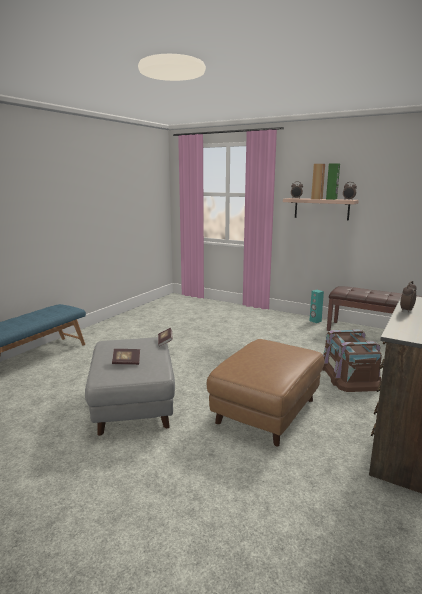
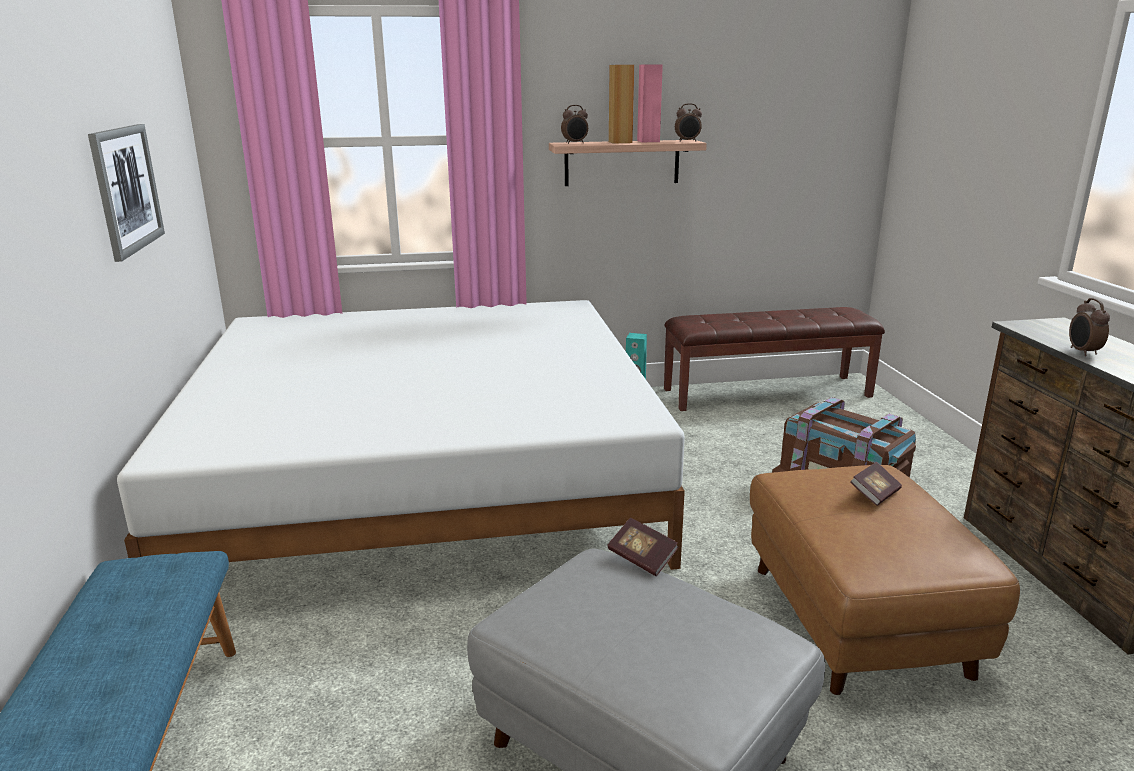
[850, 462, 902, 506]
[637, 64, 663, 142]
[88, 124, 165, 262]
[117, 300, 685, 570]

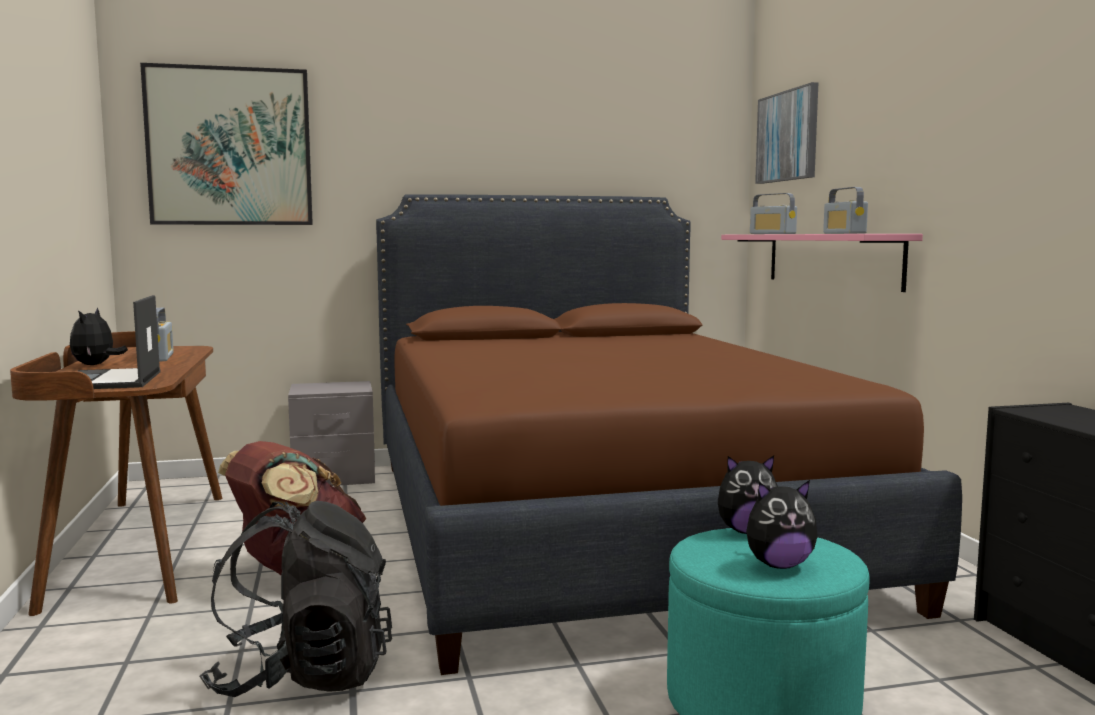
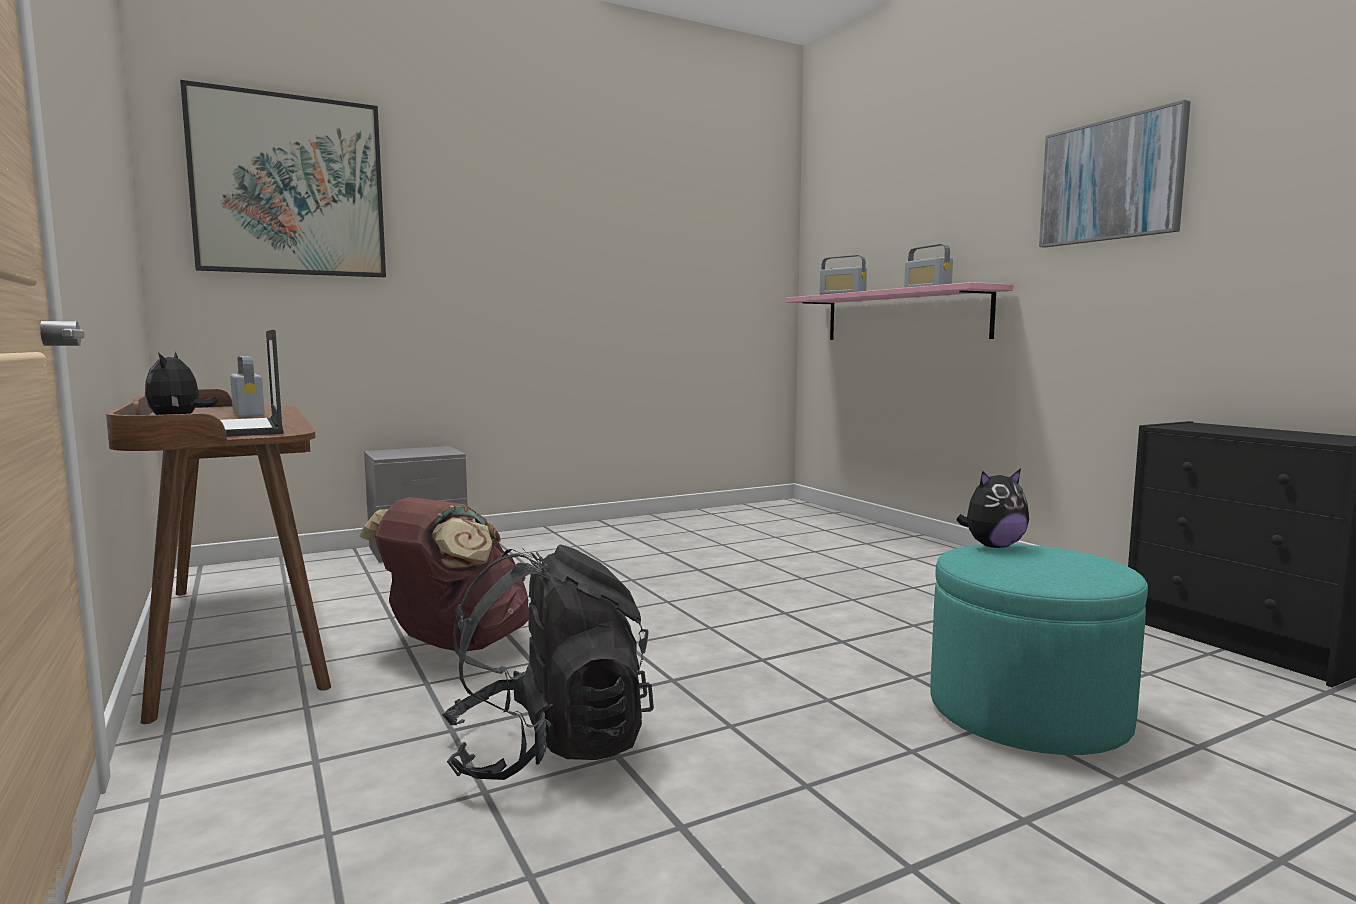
[376, 194, 962, 675] (first image)
[746, 480, 818, 569] (first image)
[1039, 100, 1191, 248]

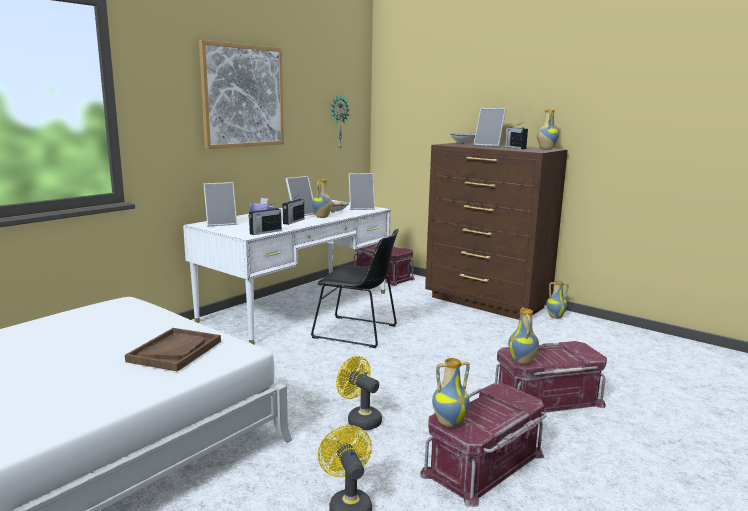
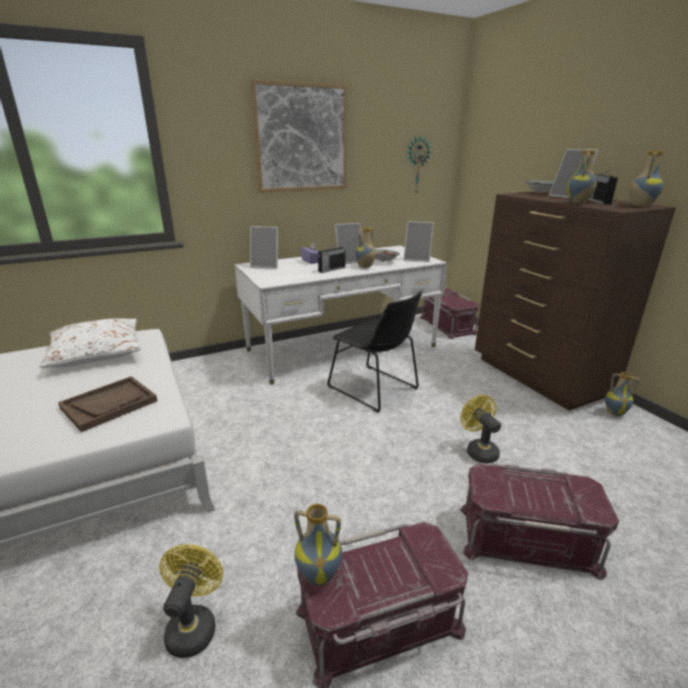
[249, 203, 282, 235] (first image)
[460, 395, 501, 464]
[567, 150, 597, 204]
[39, 318, 141, 368]

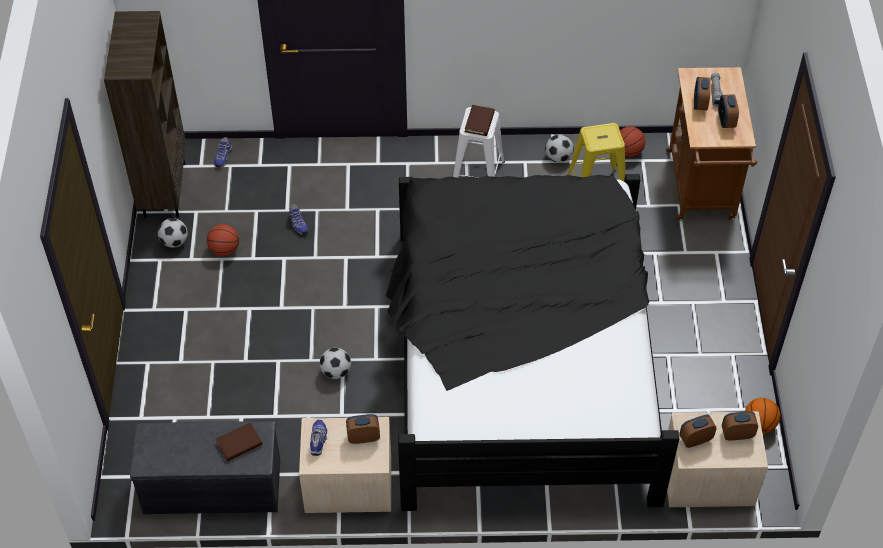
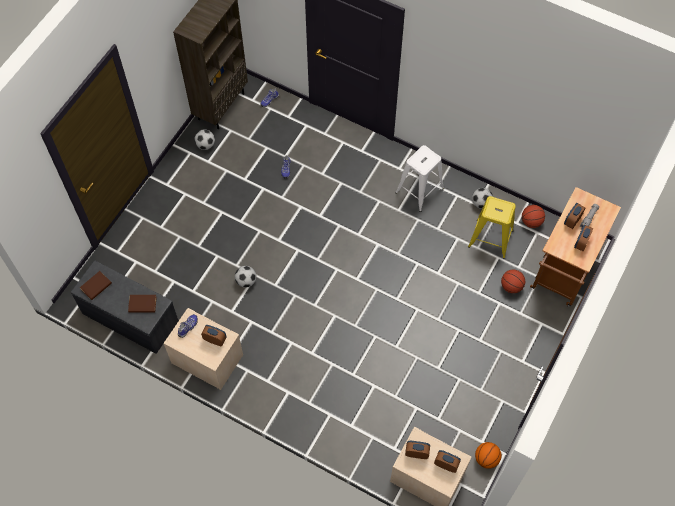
[501, 269, 525, 293]
[386, 174, 679, 511] (first image)
[80, 271, 112, 300]

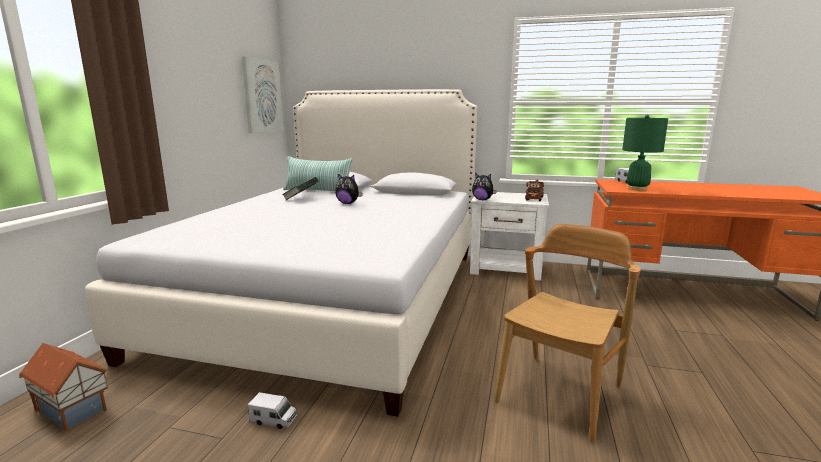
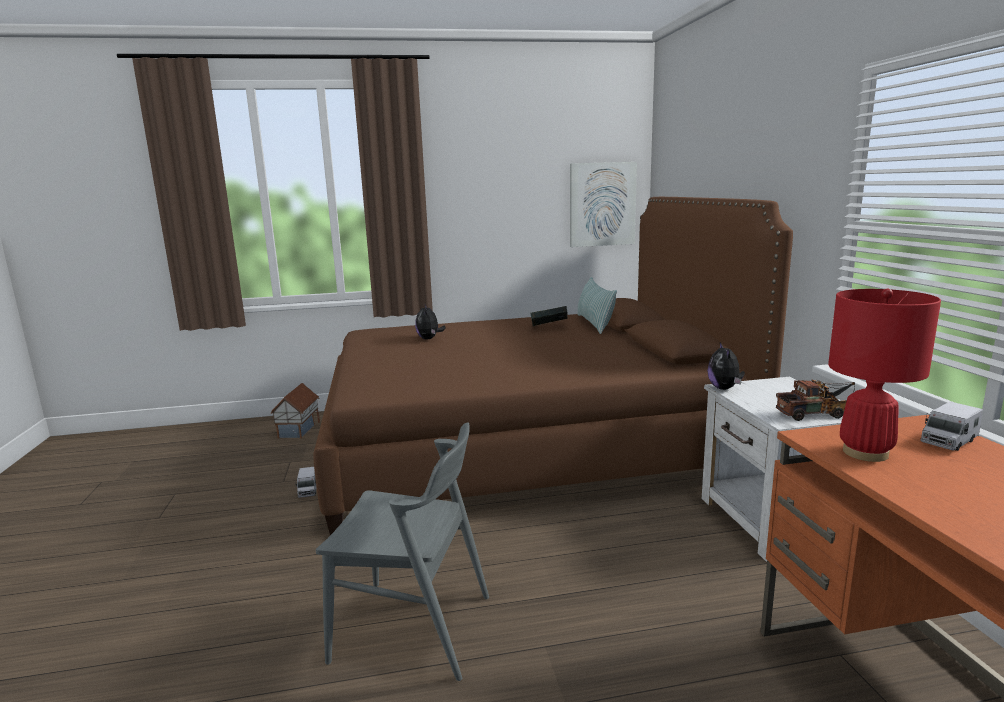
[313, 197, 793, 535]
[415, 305, 446, 339]
[316, 422, 489, 681]
[828, 289, 941, 462]

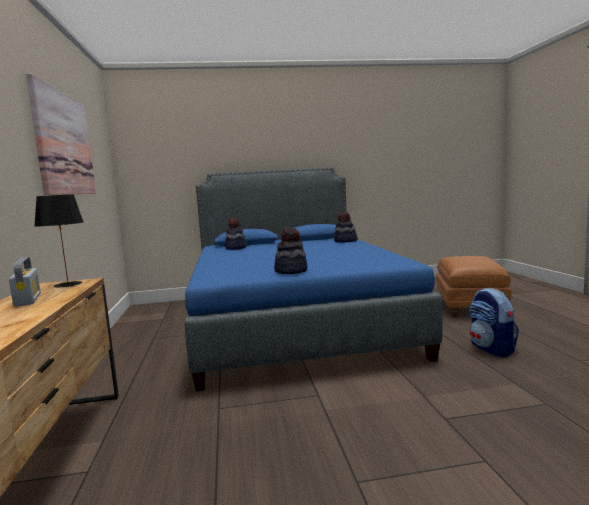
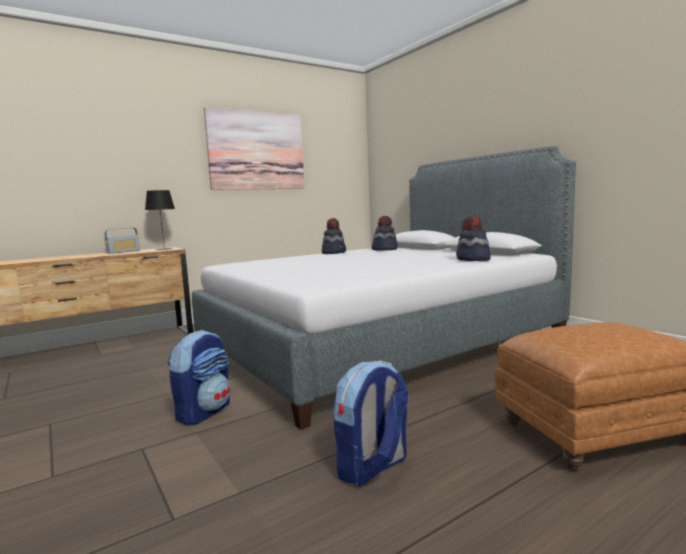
[192, 146, 576, 430]
[322, 218, 346, 254]
[168, 330, 230, 426]

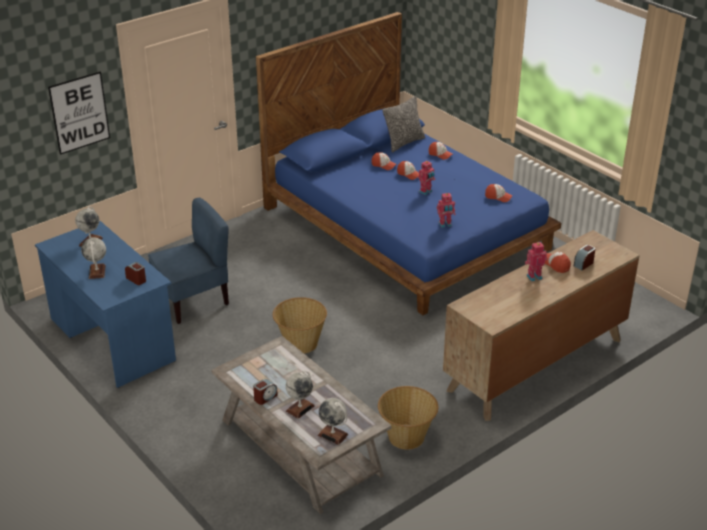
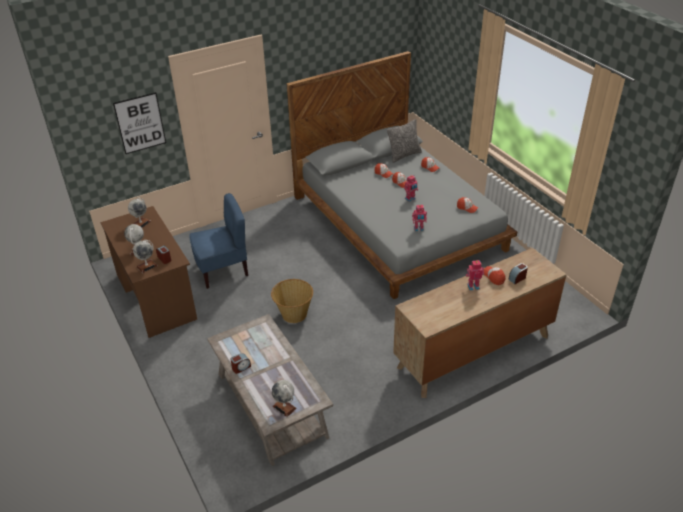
[100, 206, 197, 338]
[286, 51, 517, 299]
[133, 240, 158, 273]
[378, 386, 438, 450] (first image)

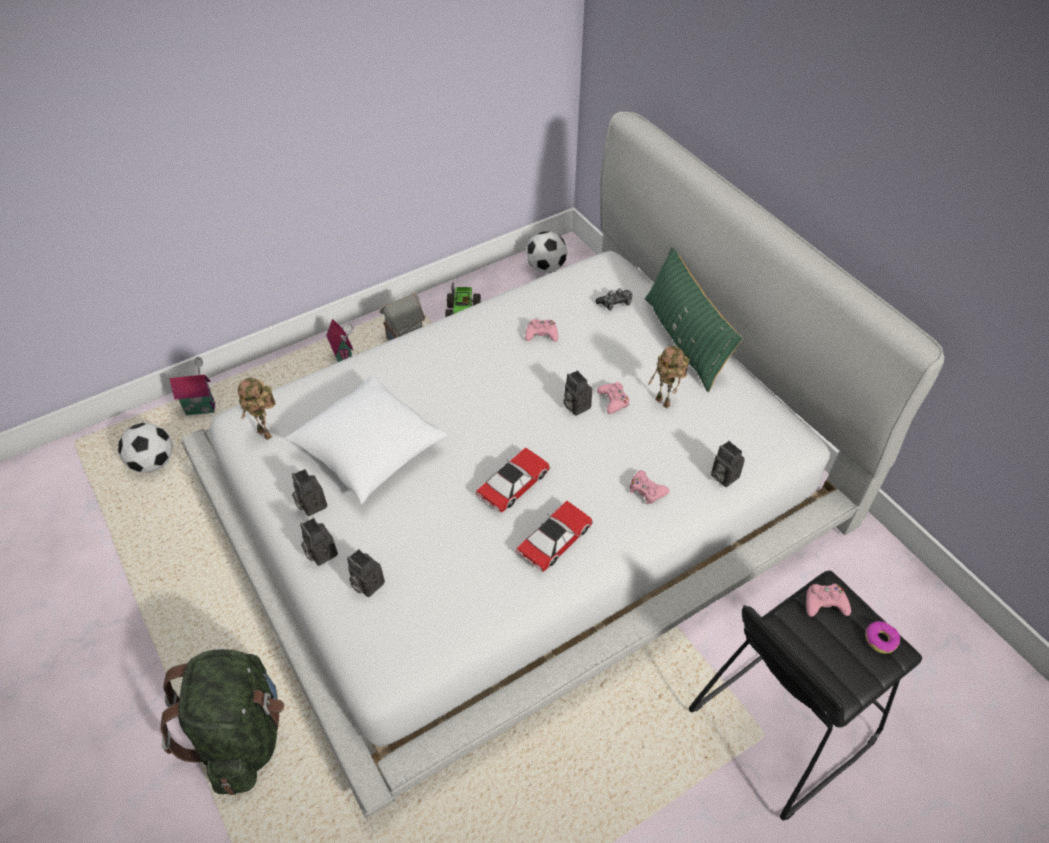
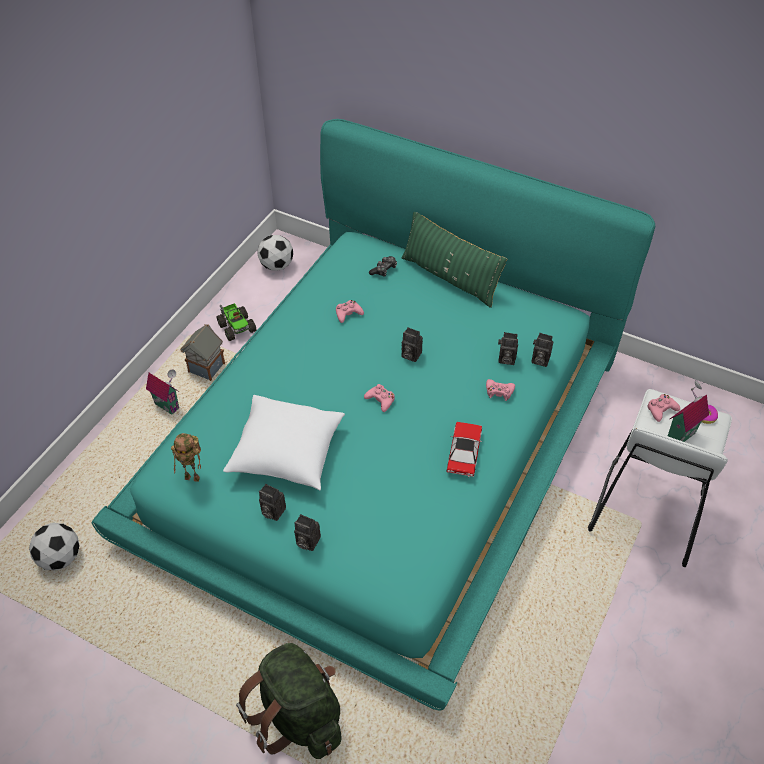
[668, 380, 709, 442]
[92, 119, 655, 710]
[498, 332, 518, 365]
[476, 447, 551, 513] (first image)
[364, 384, 395, 412]
[648, 346, 689, 408] (first image)
[588, 389, 732, 567]

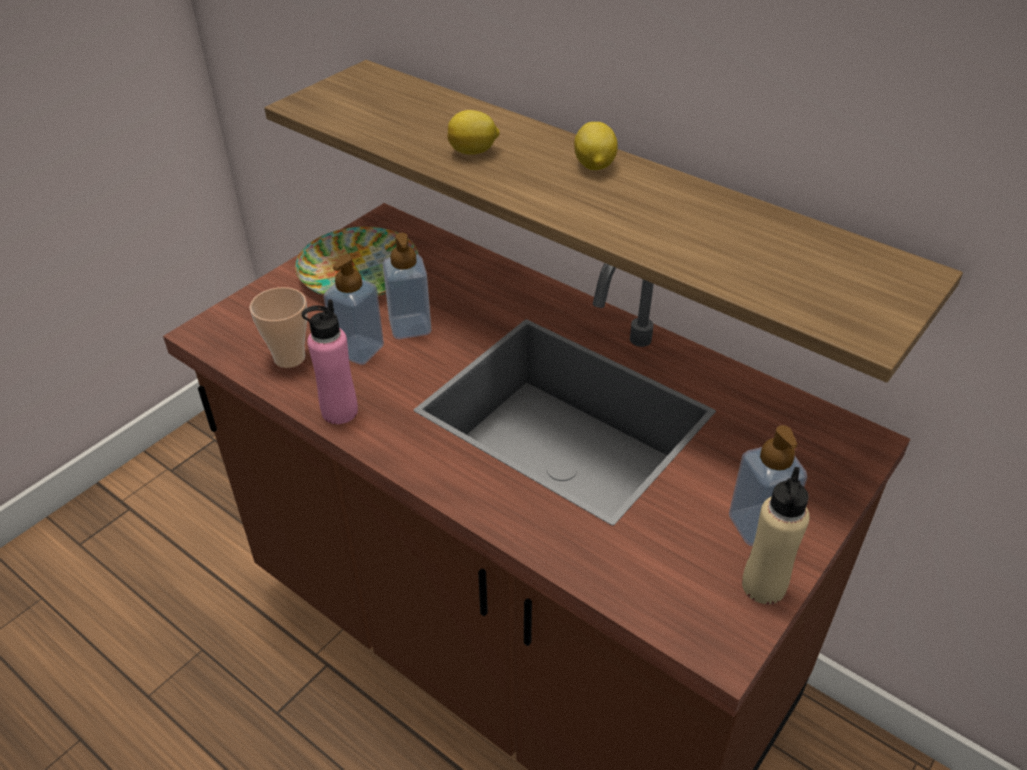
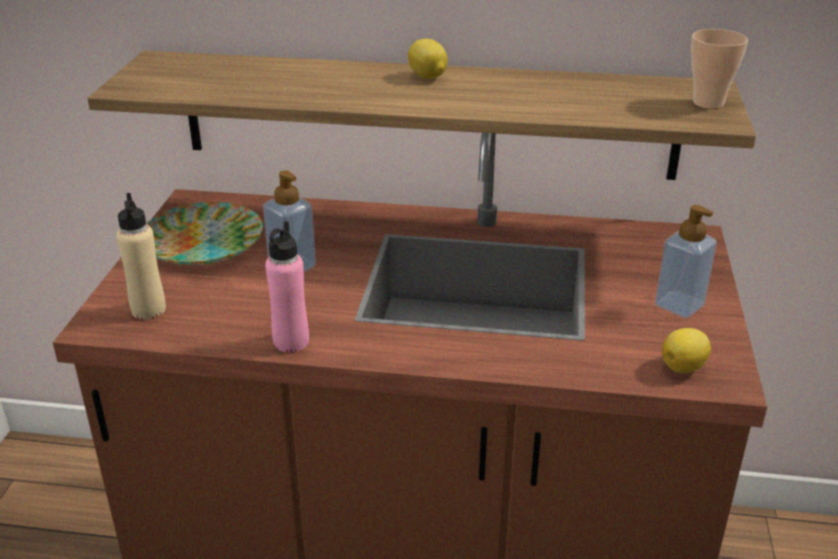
[691, 29, 748, 109]
[323, 255, 384, 365] (first image)
[662, 328, 711, 373]
[116, 193, 166, 319]

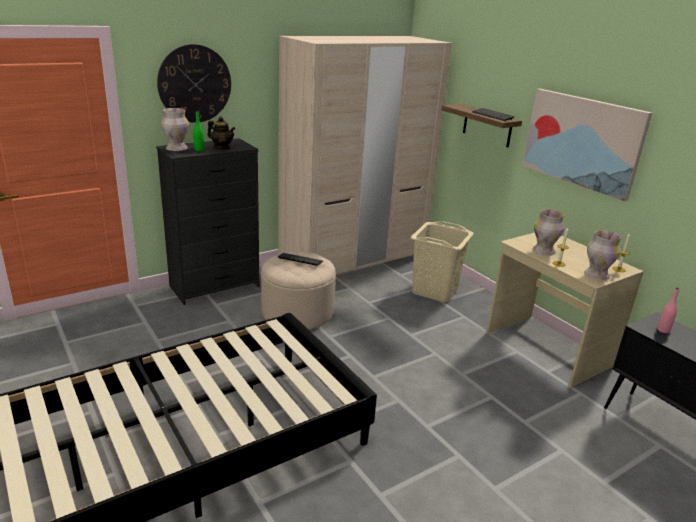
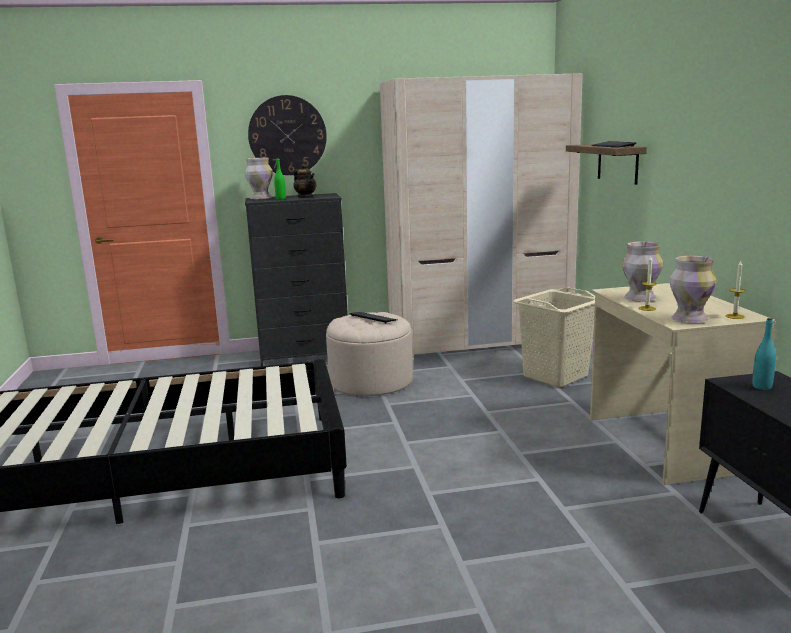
[522, 89, 652, 201] (first image)
[752, 318, 776, 390]

